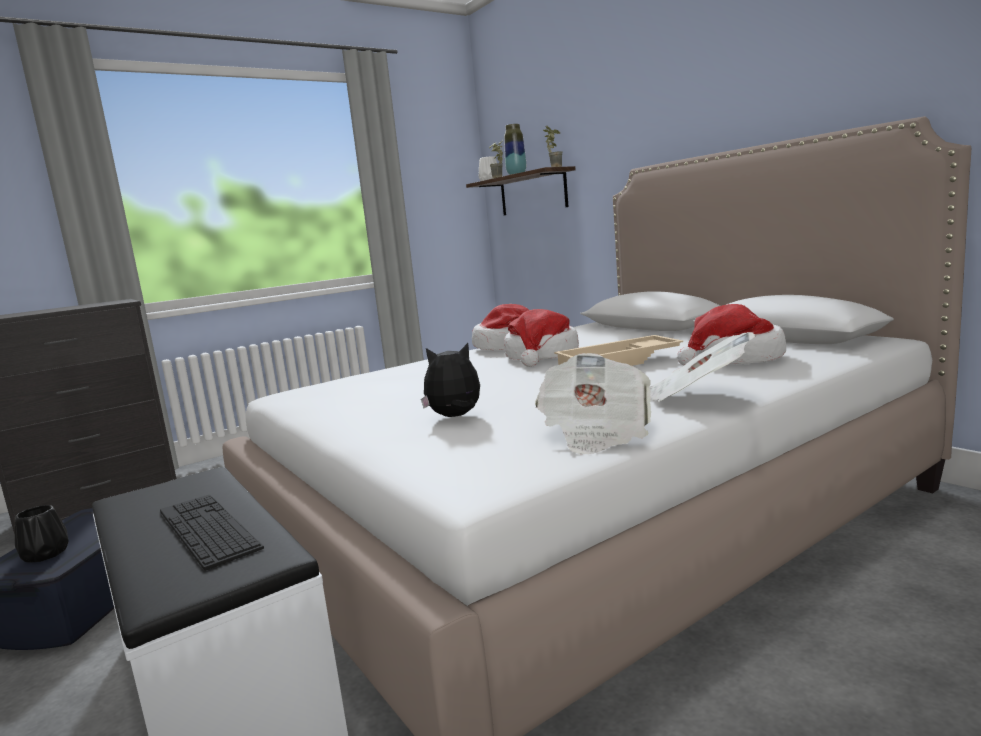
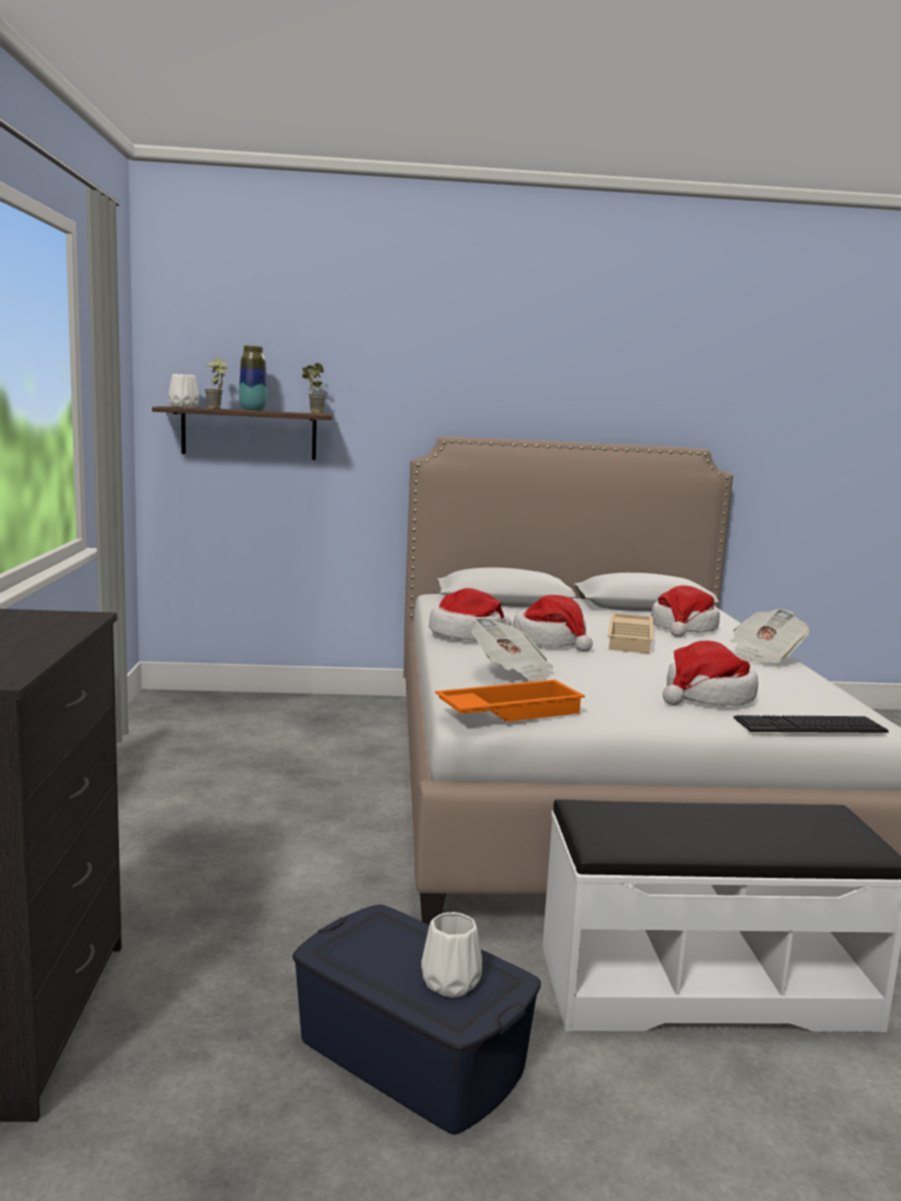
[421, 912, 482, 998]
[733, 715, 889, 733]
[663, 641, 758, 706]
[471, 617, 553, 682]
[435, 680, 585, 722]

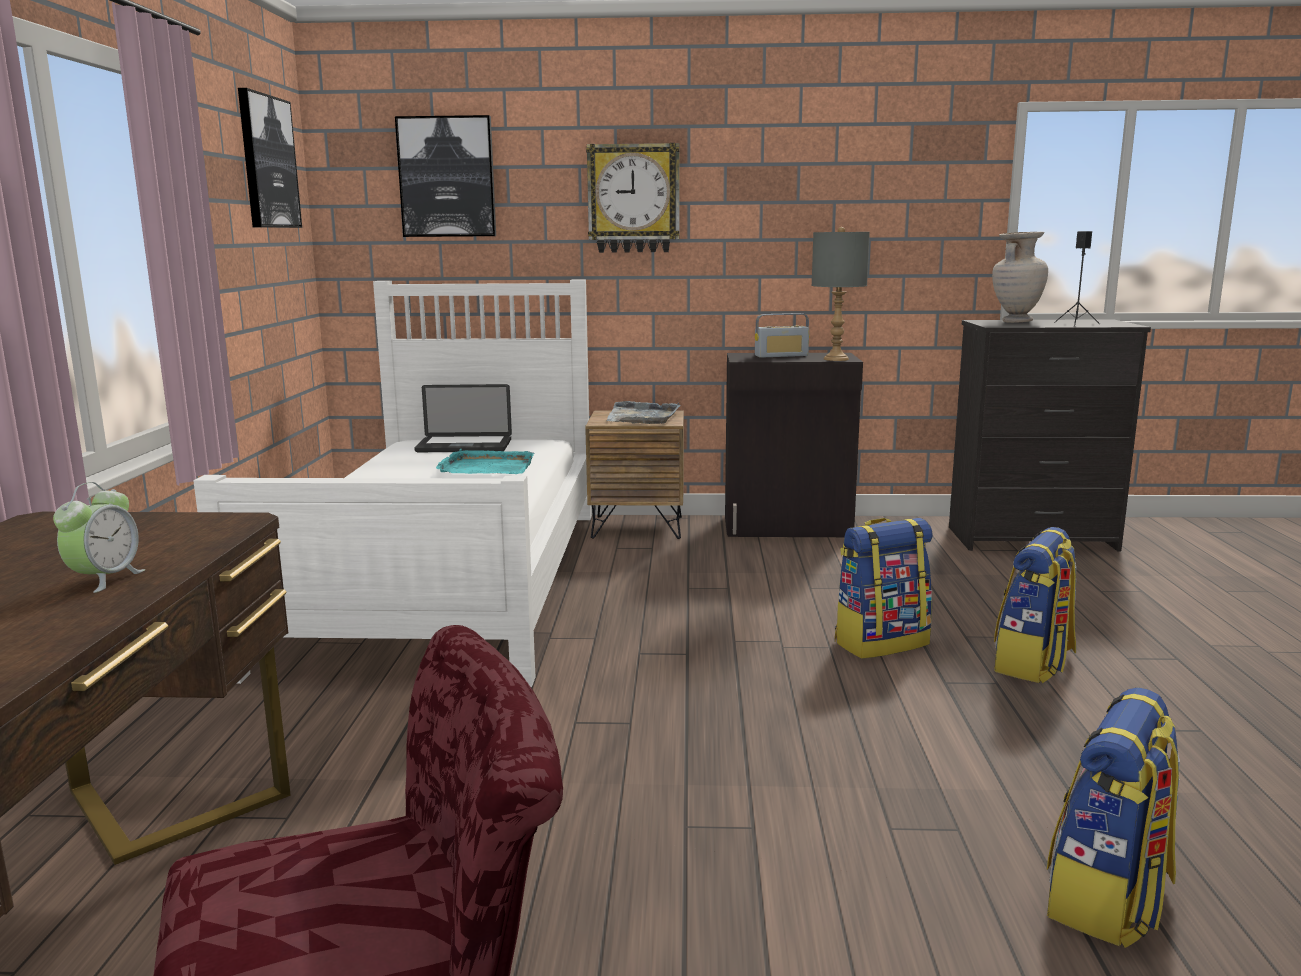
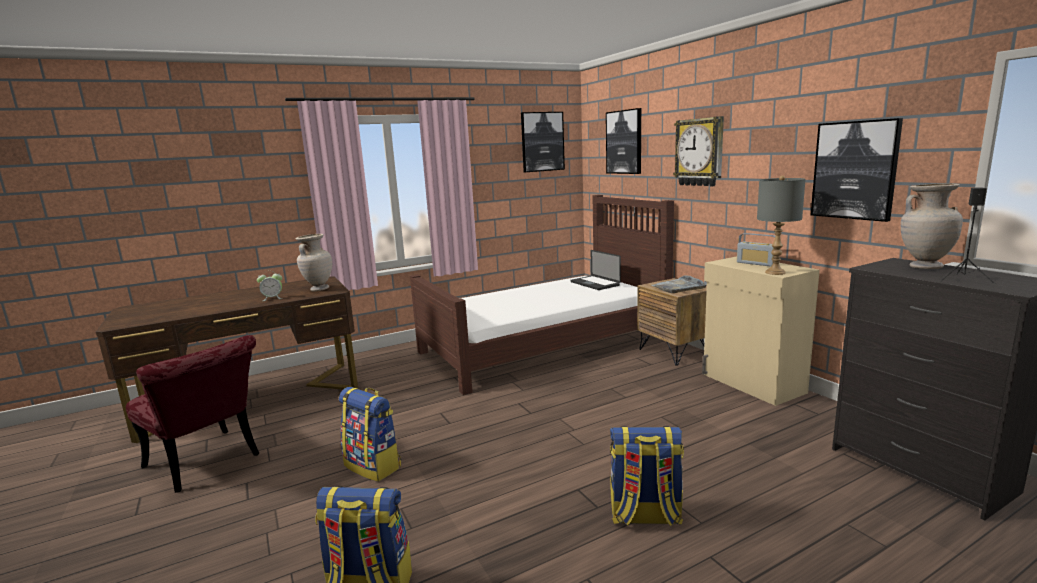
[410, 195, 674, 395]
[436, 449, 534, 474] (first image)
[702, 257, 820, 406]
[339, 387, 401, 482]
[296, 234, 332, 291]
[811, 118, 903, 222]

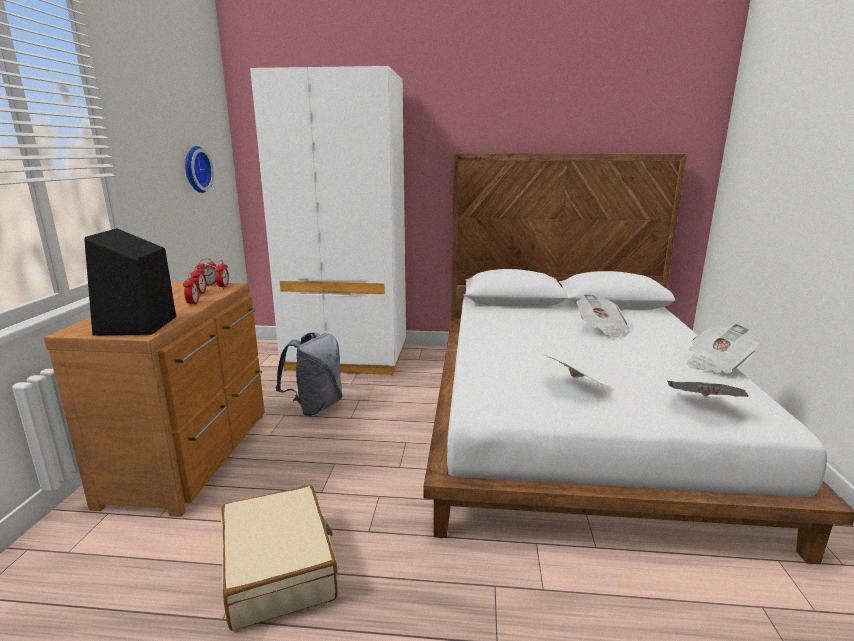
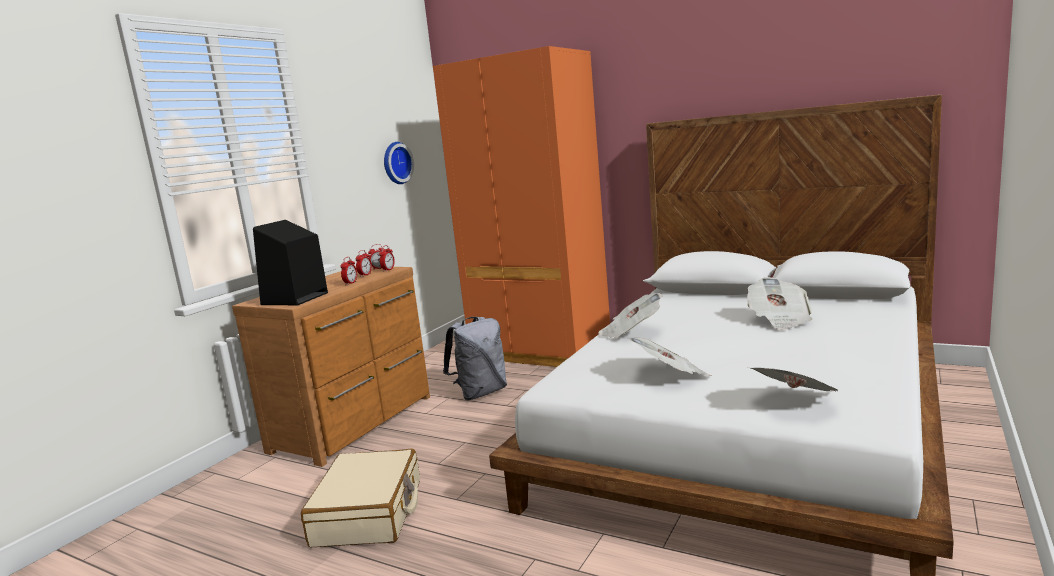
[433, 46, 610, 367]
[598, 293, 663, 339]

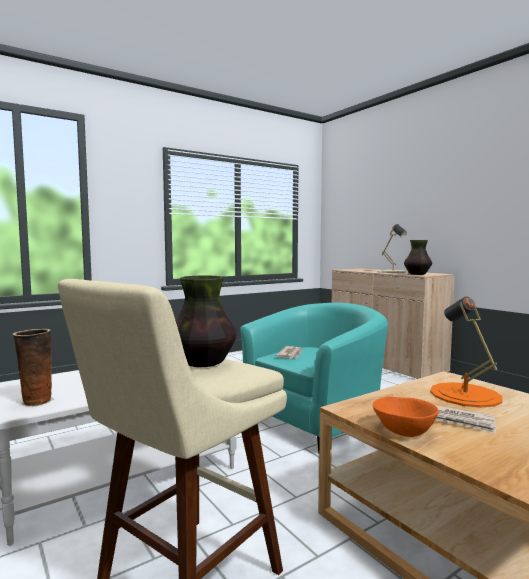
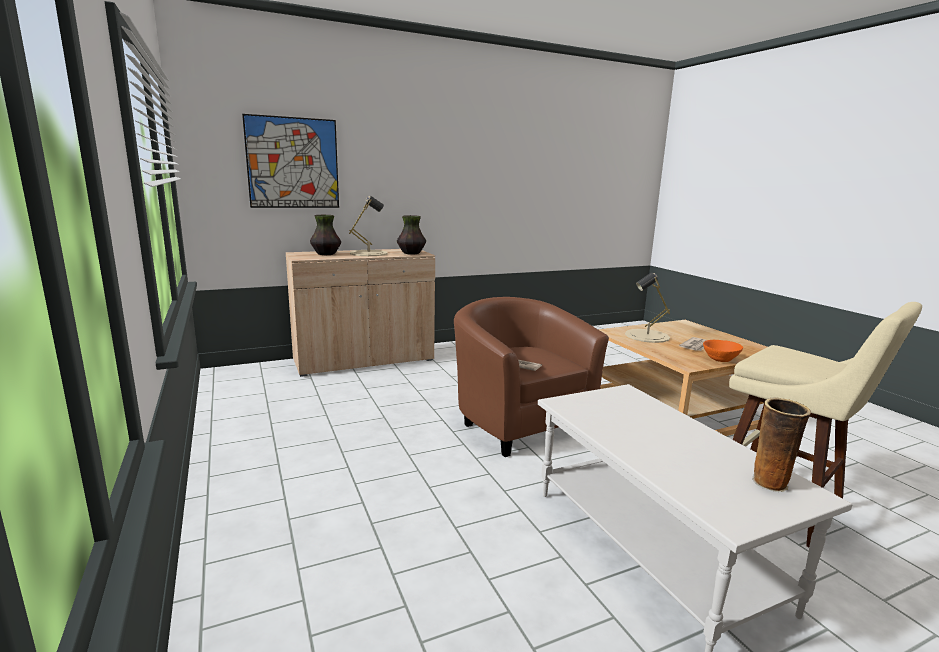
[310, 215, 341, 255]
[454, 297, 609, 457]
[625, 272, 670, 343]
[242, 114, 339, 208]

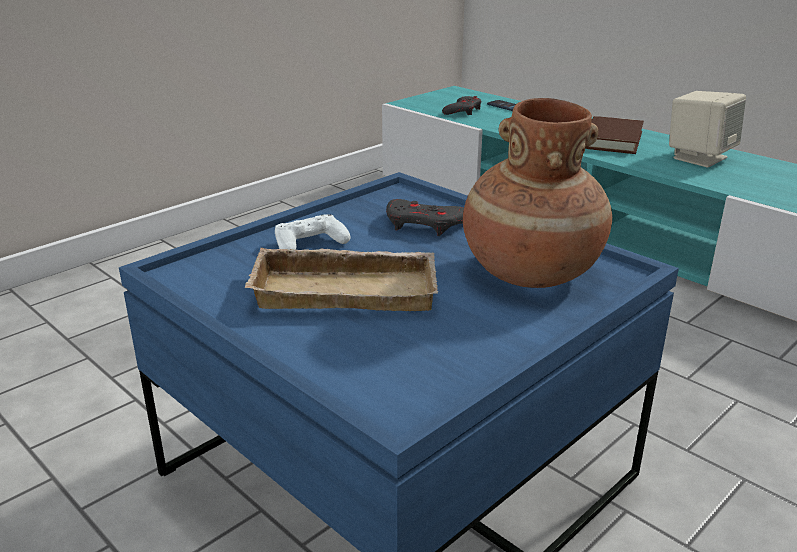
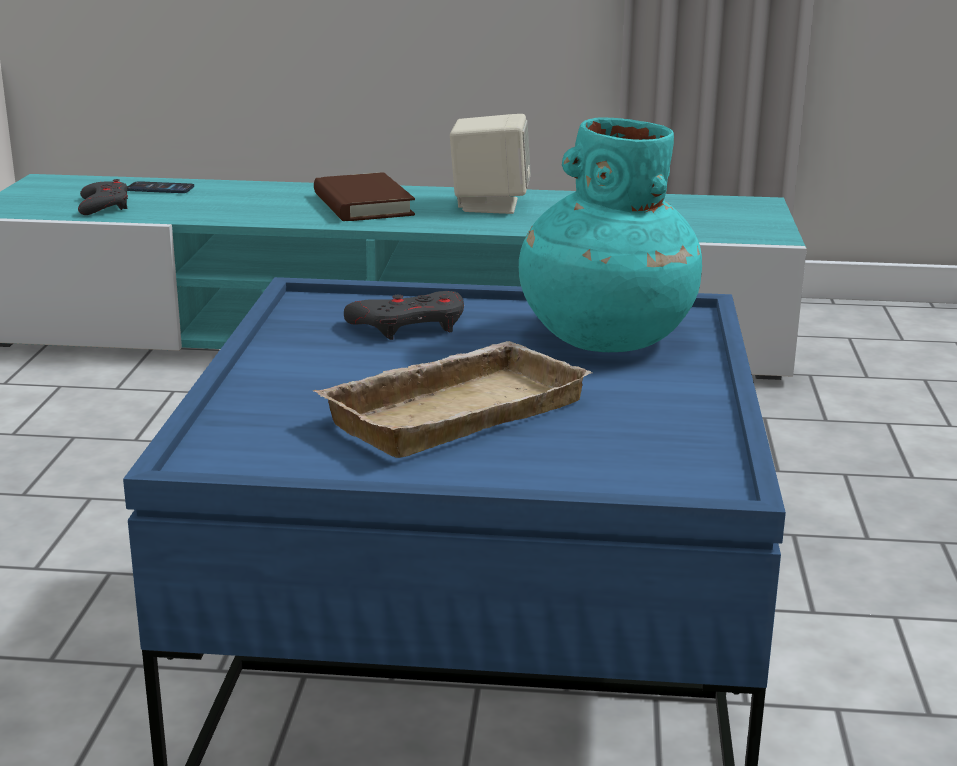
[275, 214, 351, 249] (first image)
[519, 117, 702, 352]

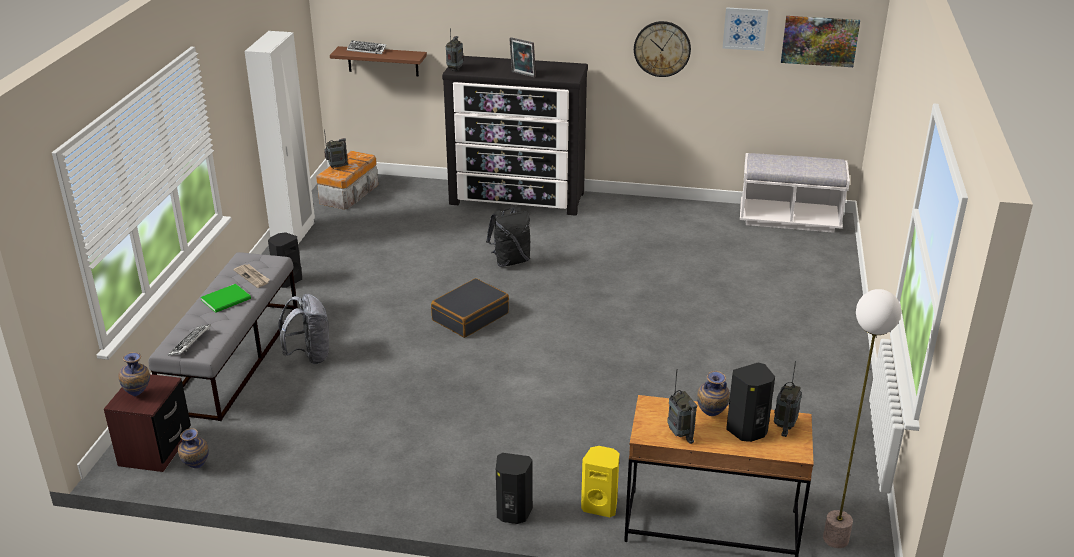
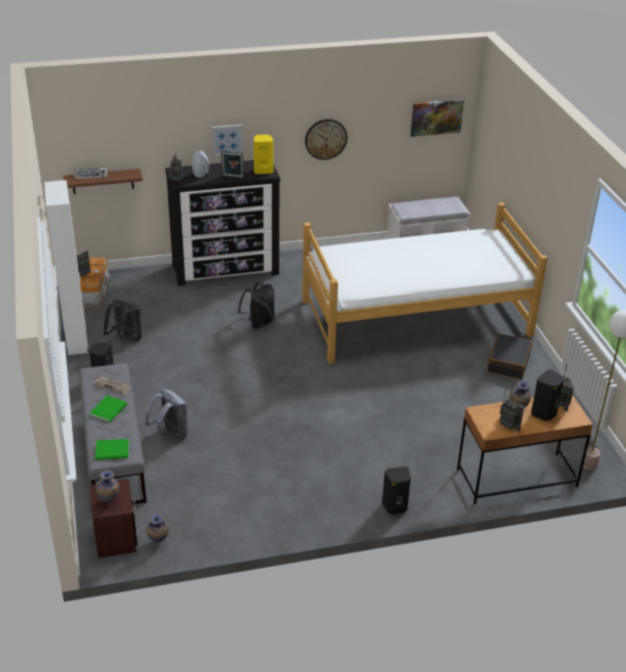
[95, 439, 129, 460]
[487, 333, 532, 379]
[254, 135, 274, 174]
[211, 124, 244, 157]
[104, 299, 142, 343]
[192, 150, 209, 178]
[302, 203, 548, 364]

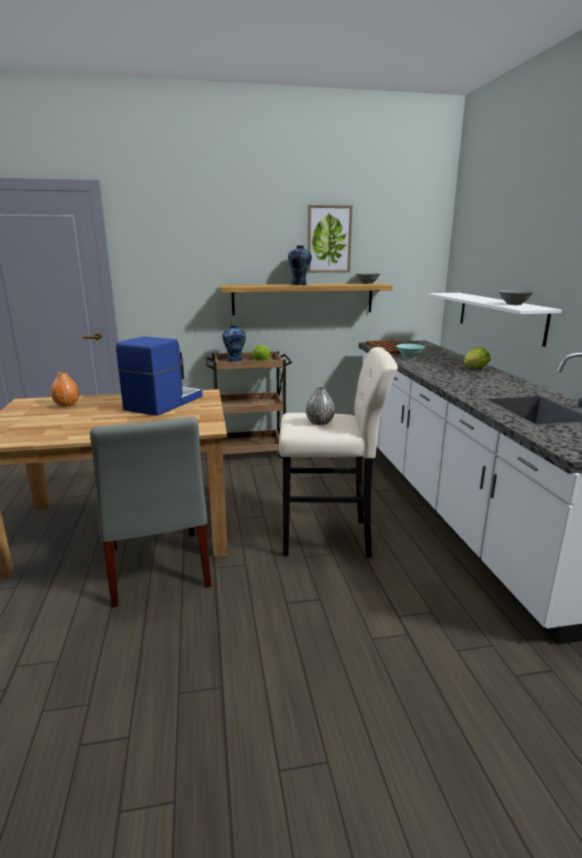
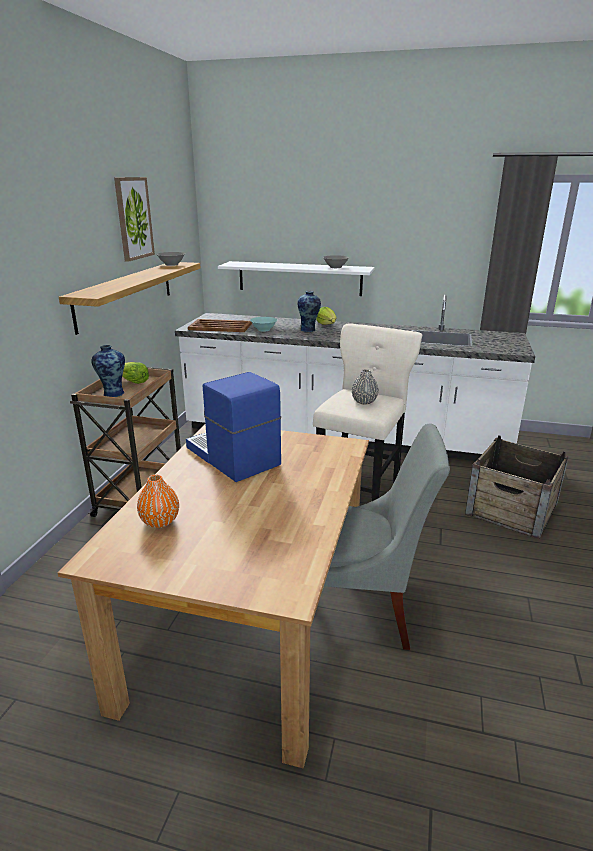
[297, 291, 321, 332]
[465, 435, 569, 539]

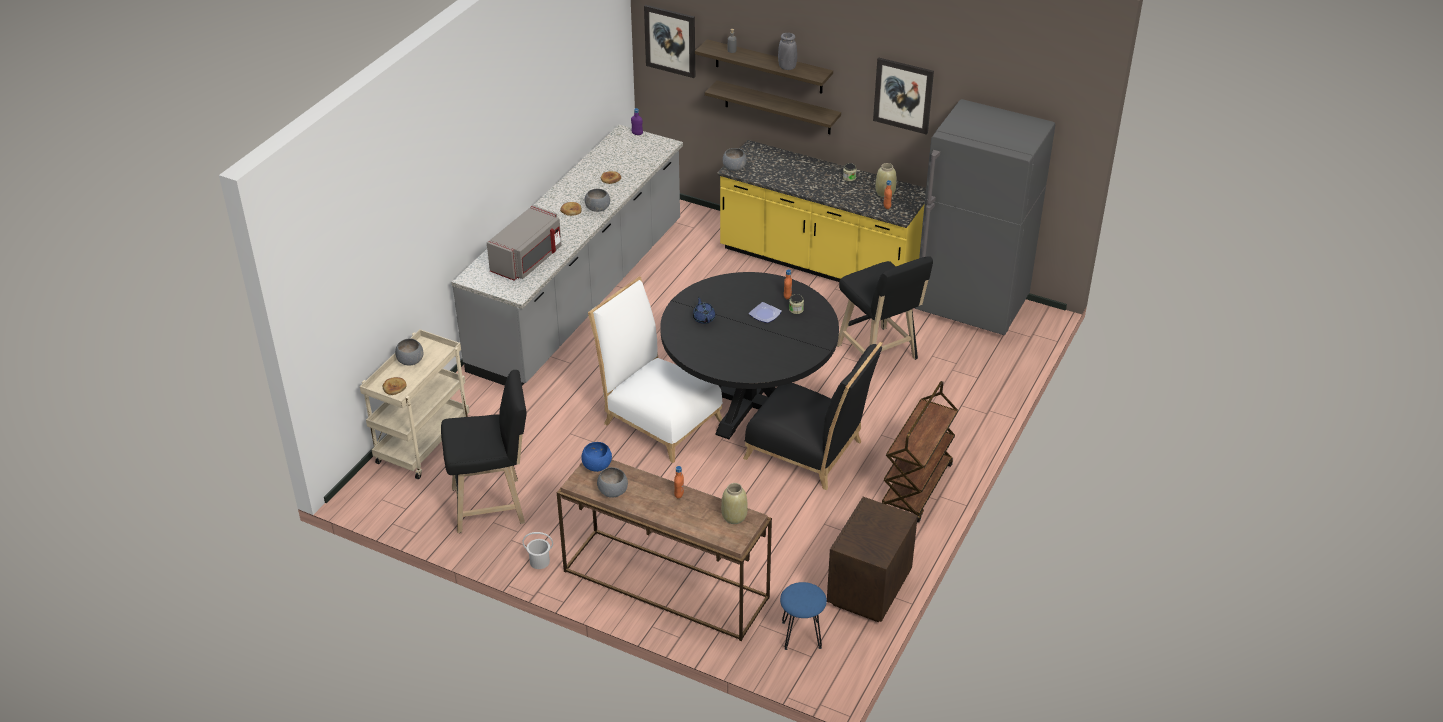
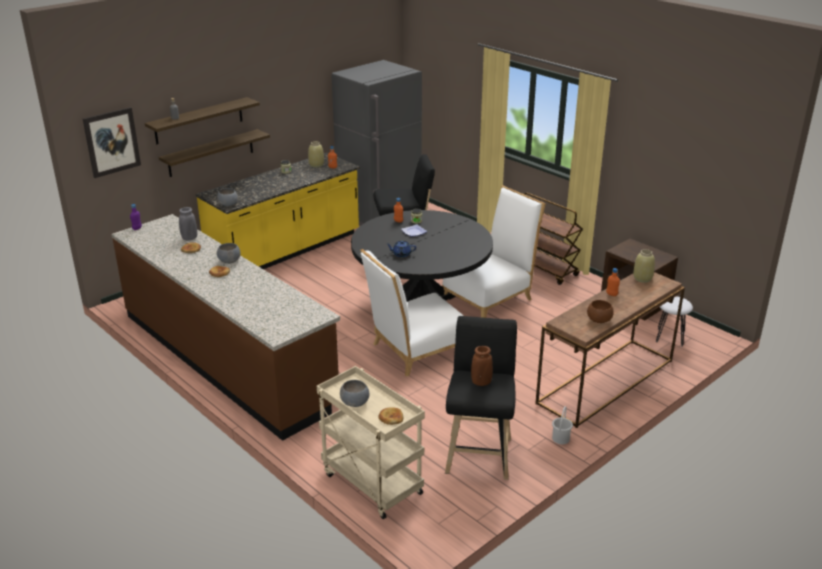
[111, 214, 340, 441]
[487, 205, 562, 281] (first image)
[581, 442, 612, 472] (first image)
[587, 300, 614, 323]
[442, 185, 546, 318]
[179, 207, 197, 240]
[656, 296, 693, 347]
[873, 58, 934, 135] (first image)
[471, 346, 493, 386]

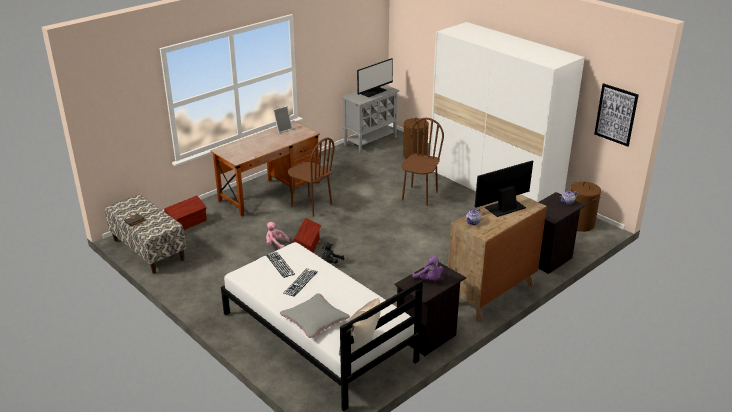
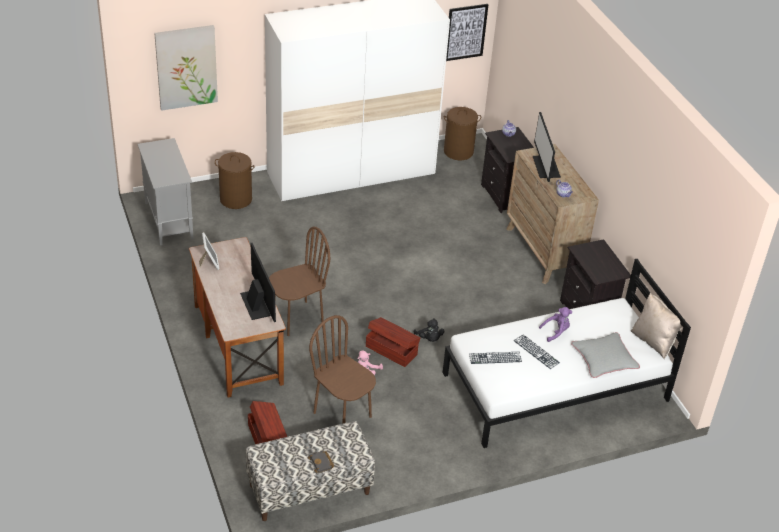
[240, 243, 276, 322]
[309, 315, 376, 424]
[539, 307, 572, 342]
[154, 25, 218, 111]

